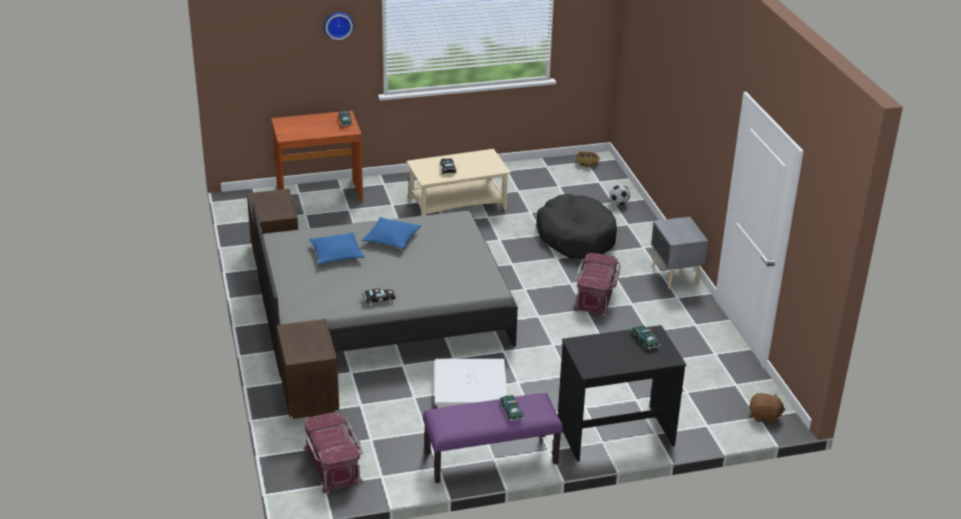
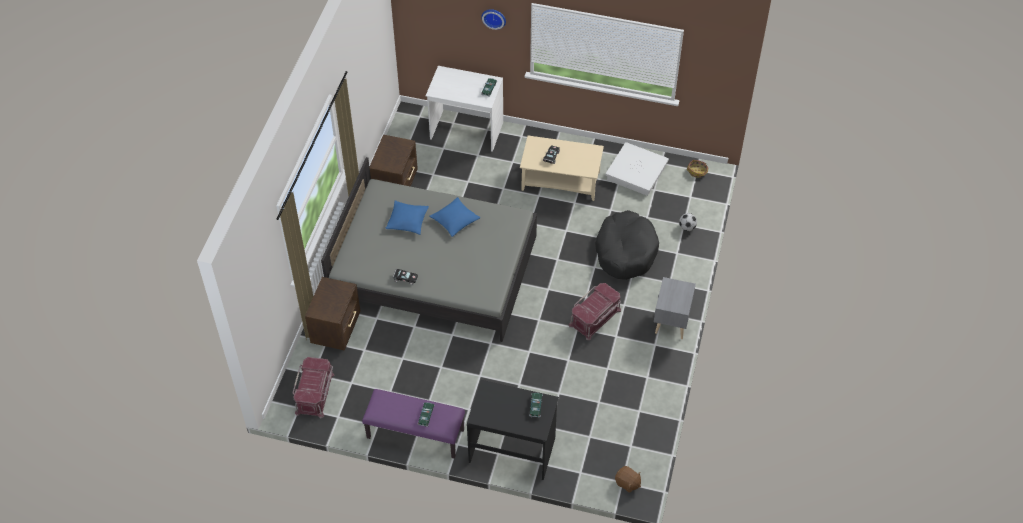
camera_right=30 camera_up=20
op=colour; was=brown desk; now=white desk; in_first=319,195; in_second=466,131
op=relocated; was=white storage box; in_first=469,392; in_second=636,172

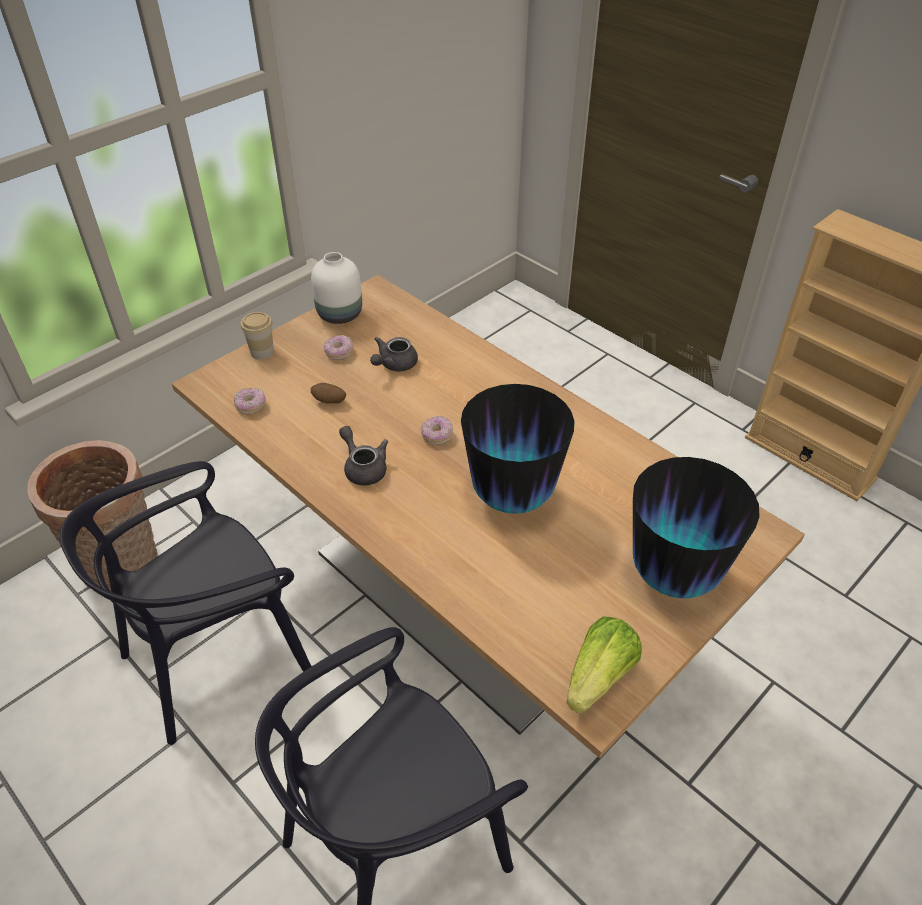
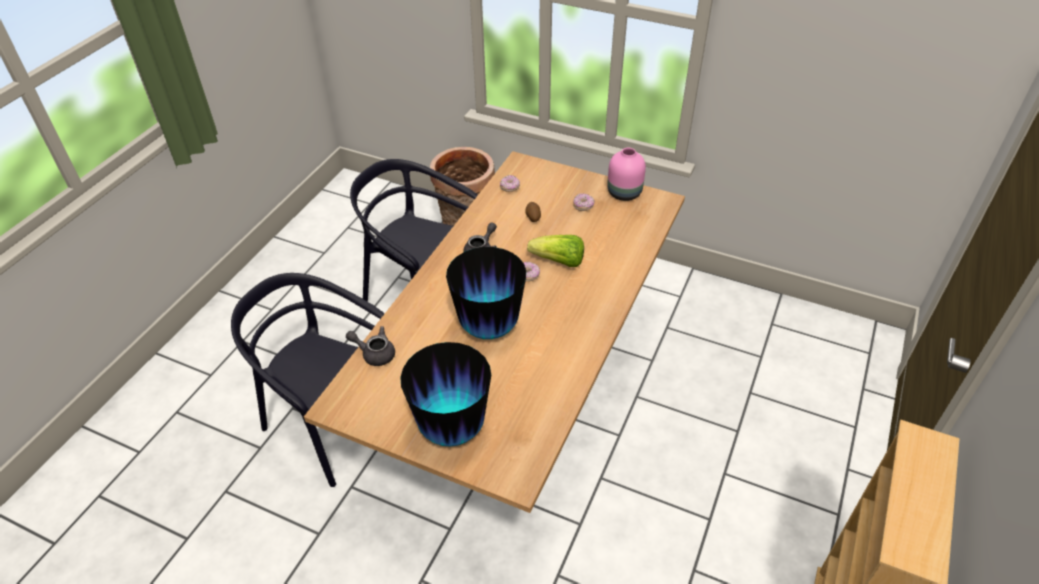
camera_right=70 camera_up=0
op=relocated; was=grey teapot; in_first=394,365; in_second=374,353
op=relocated; was=lettuce; in_first=599,676; in_second=559,261
op=colour; was=white vase; now=pink vase; in_first=339,314; in_second=624,192
op=missing; was=cup; in_first=262,352

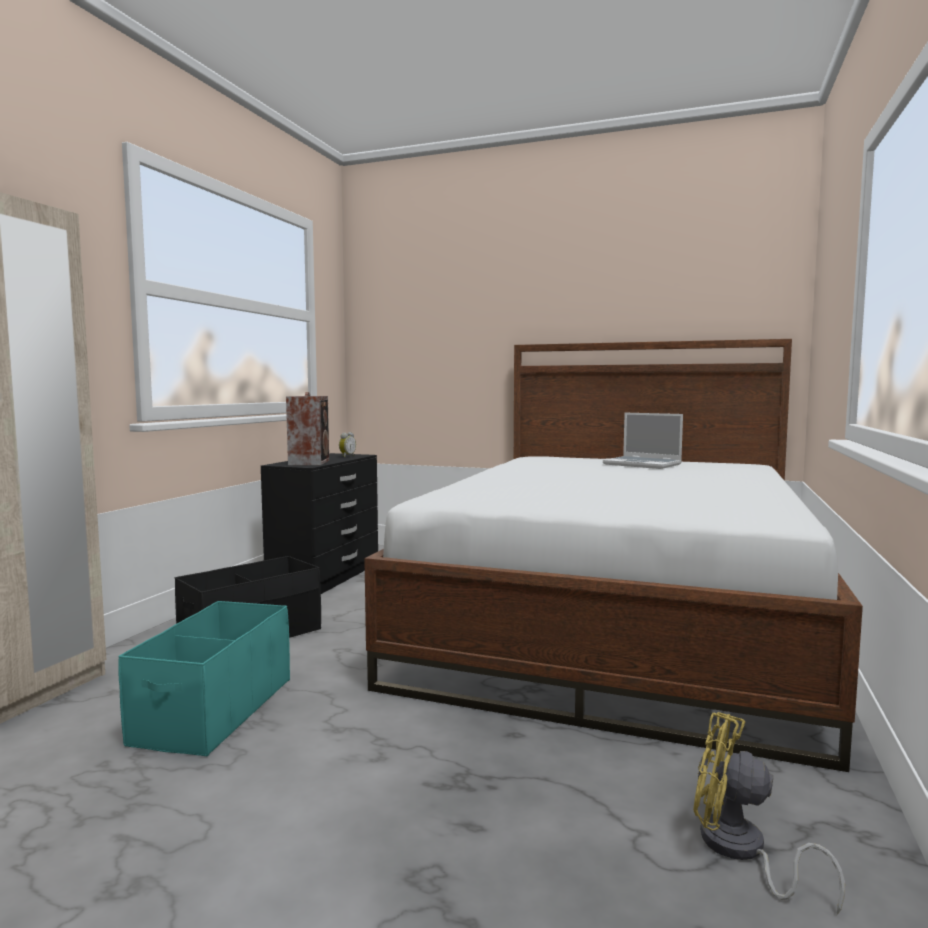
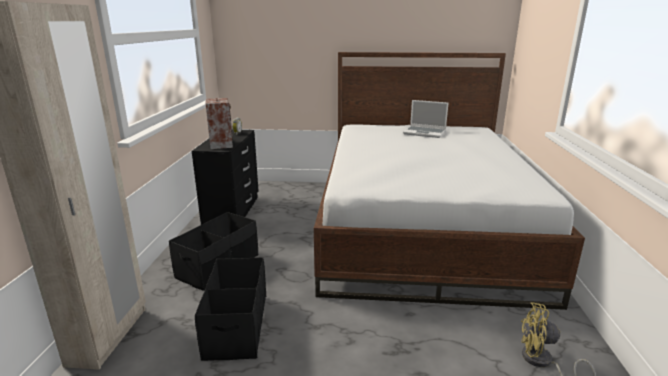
camera_right=-15 camera_up=15
op=colour; was=turquoise storage box; now=black storage box; in_first=214,710; in_second=236,326

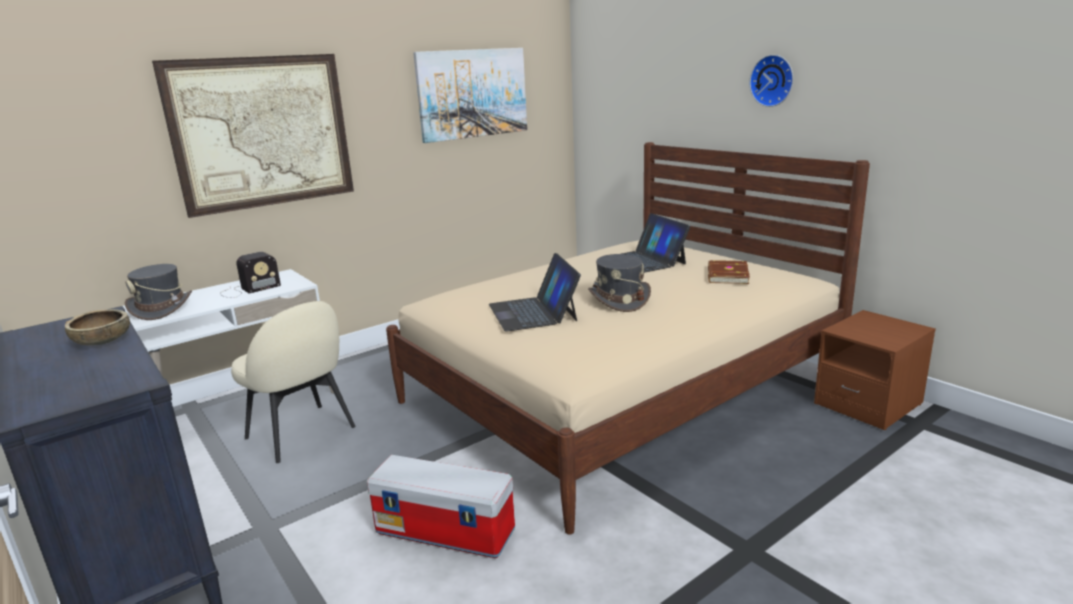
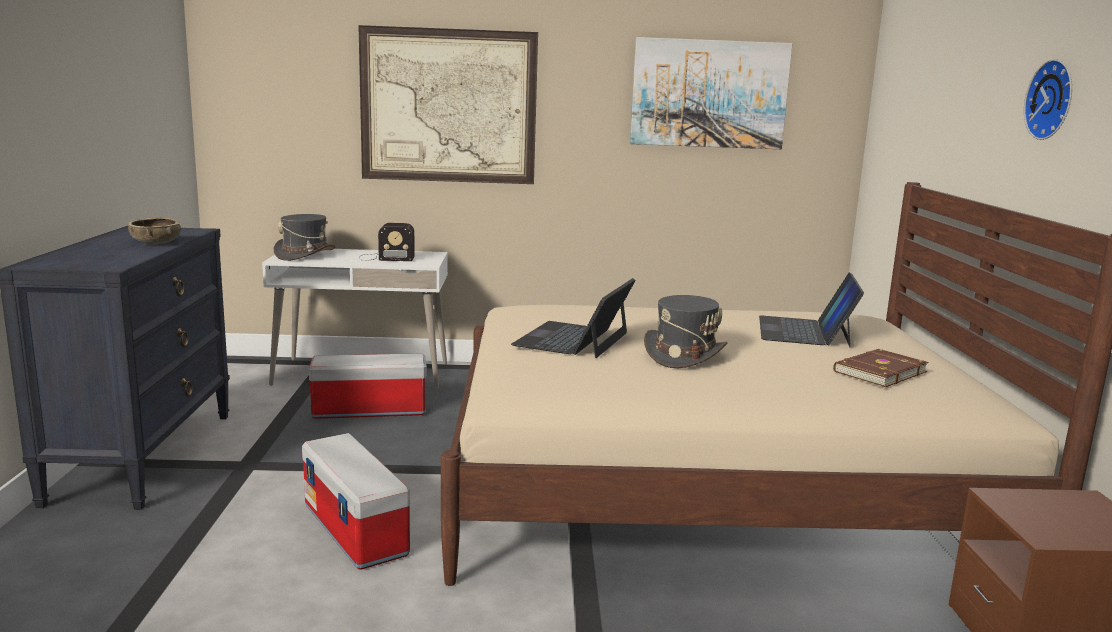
camera_right=35 camera_up=-5
op=exchanged; was=beige chair; now=storage box; in_first=302,434; in_second=368,411

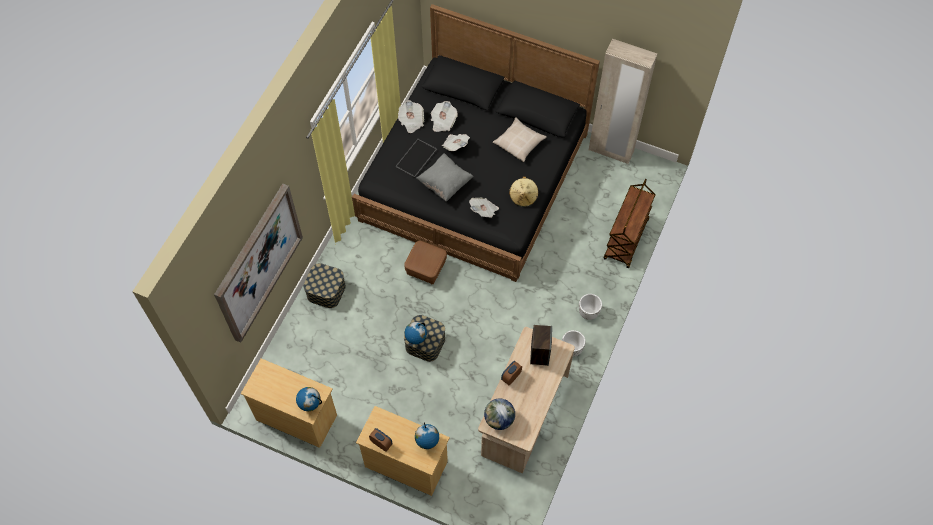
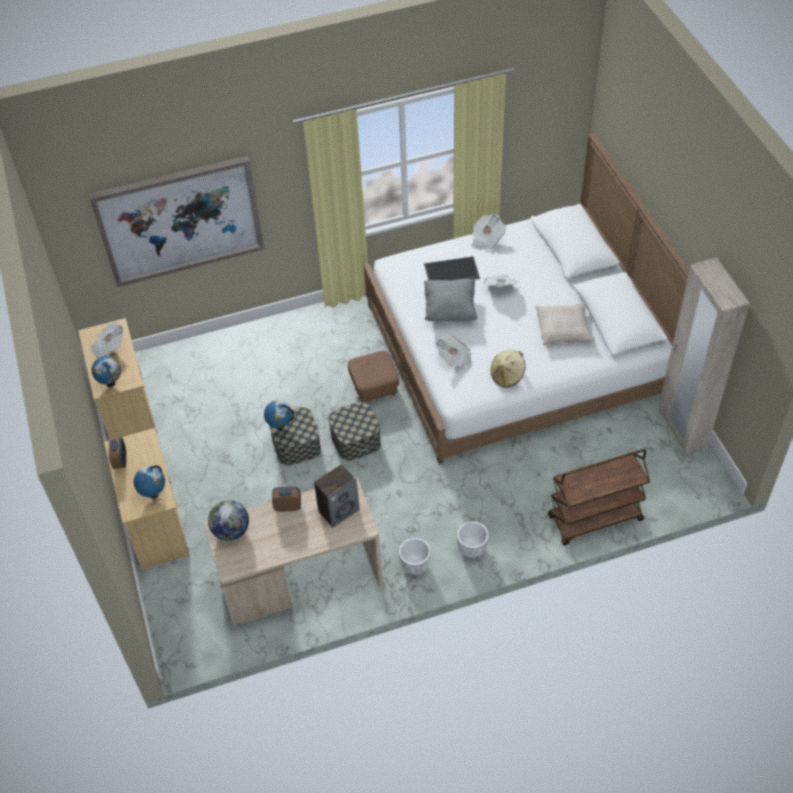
camera_right=50 camera_up=-10
op=relocated; was=newspaper; in_first=443,122; in_second=108,347
op=relocated; was=storage box; in_first=326,291; in_second=355,440
op=colour; was=black bed; now=white bed; in_first=474,176; in_second=515,348

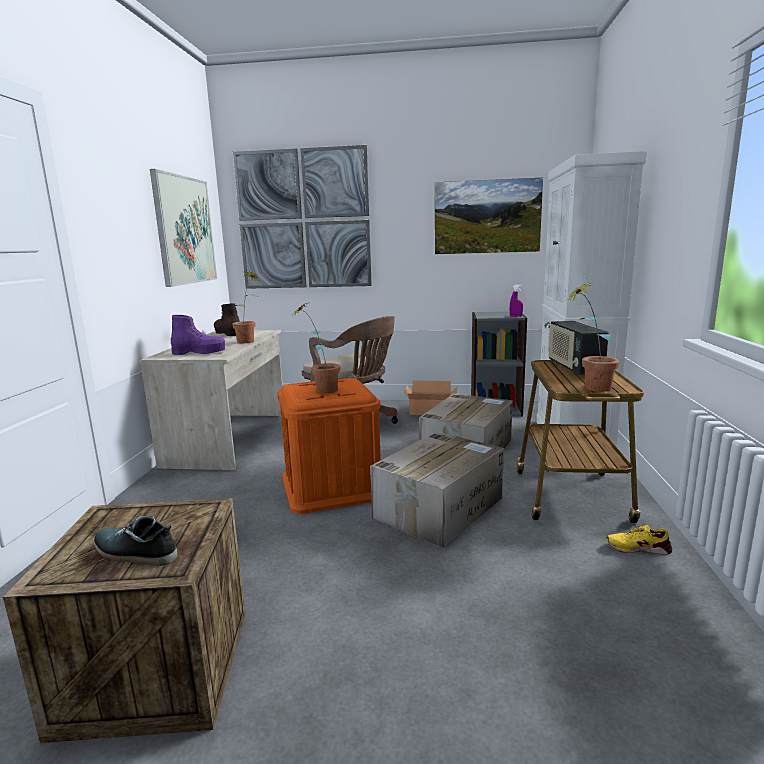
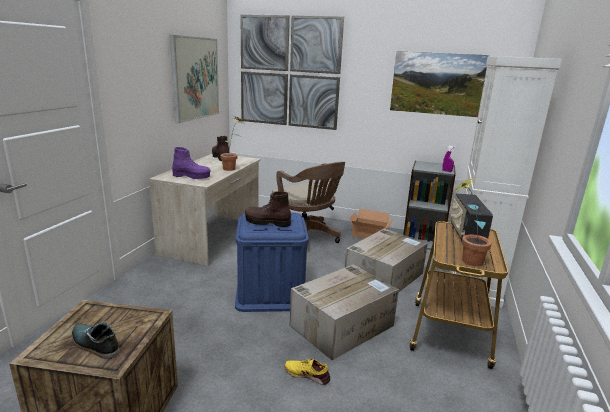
camera_right=10 camera_up=5
op=colour; was=orange storage box; now=blue storage box; in_first=332,486; in_second=270,291
op=exchanged; was=potted plant; now=brown boot; in_first=320,390; in_second=267,222
op=relocated; was=yellow shoe; in_first=638,547; in_second=307,374

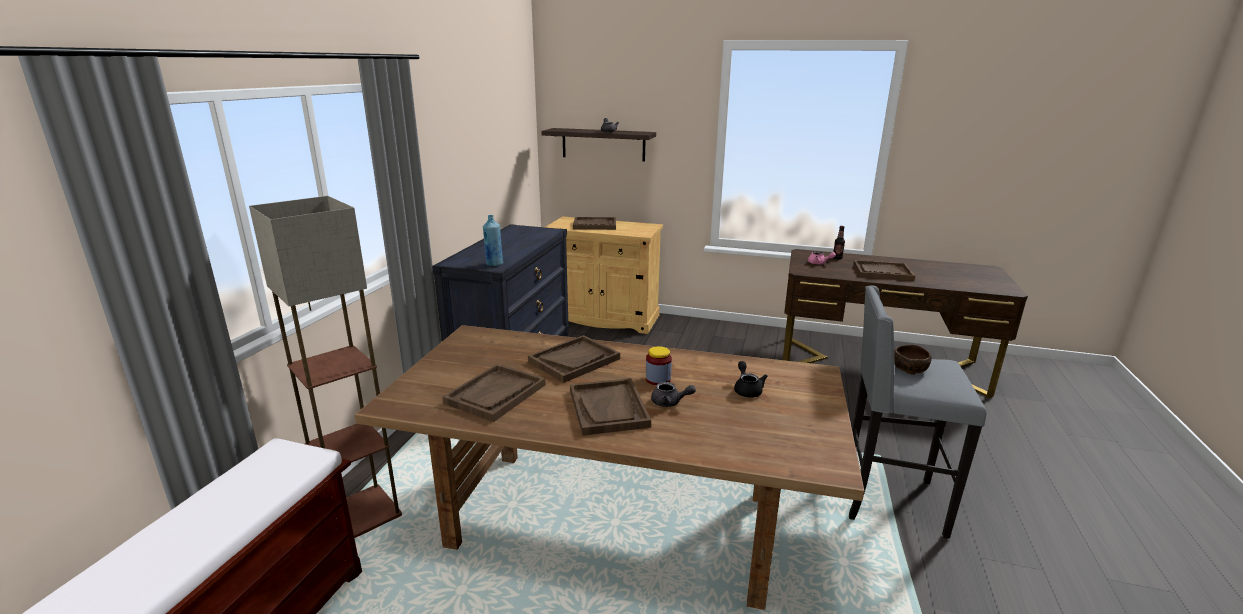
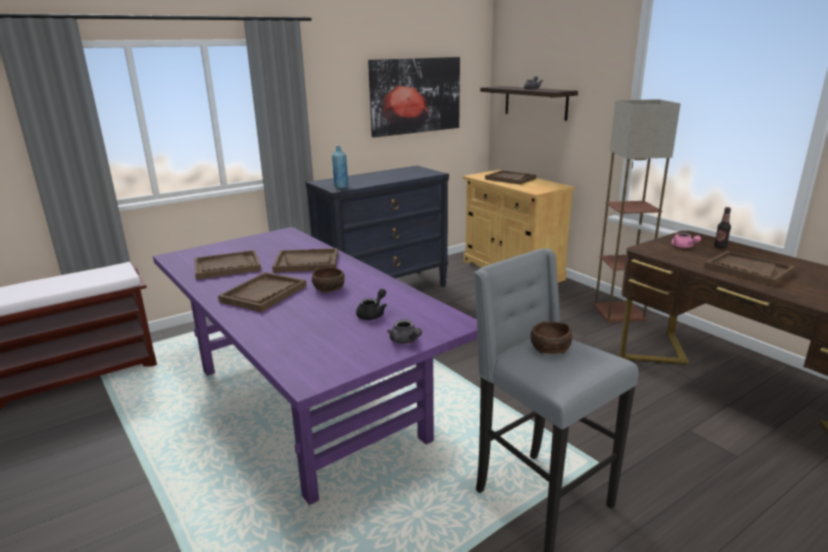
camera_right=40 camera_up=0
op=colour; was=brown dining table; now=purple dining table; in_first=617,522; in_second=308,404
op=exchanged; was=jar; now=brown bowl; in_first=658,379; in_second=329,288
op=appeared; now=picture; in_second=415,96
op=relocated; was=grey teapot; in_first=670,403; in_second=405,341
op=relocated; was=floor lamp; in_first=360,516; in_second=618,313

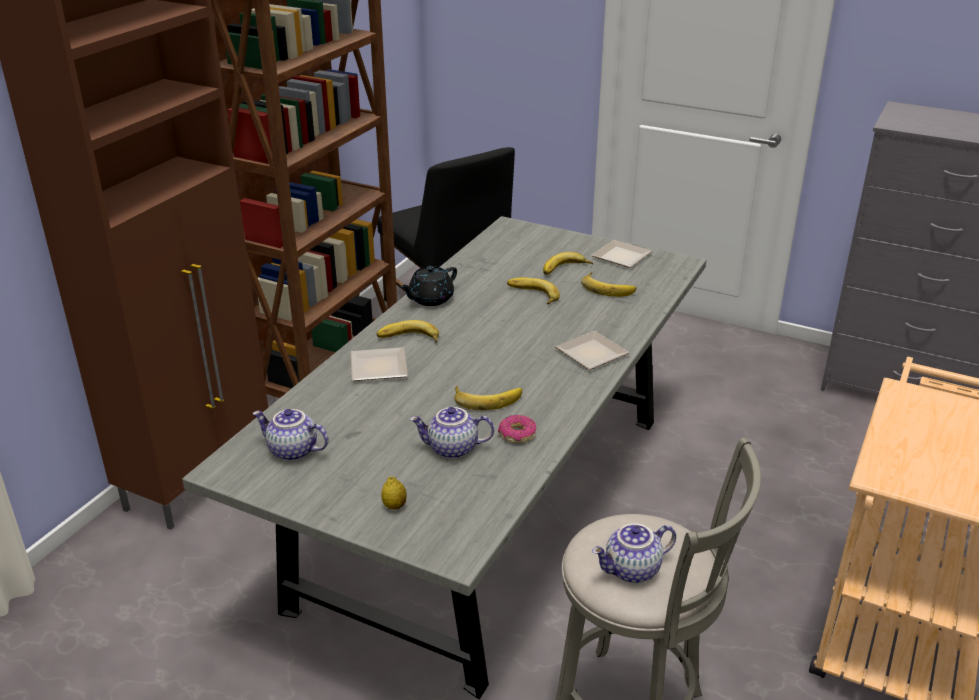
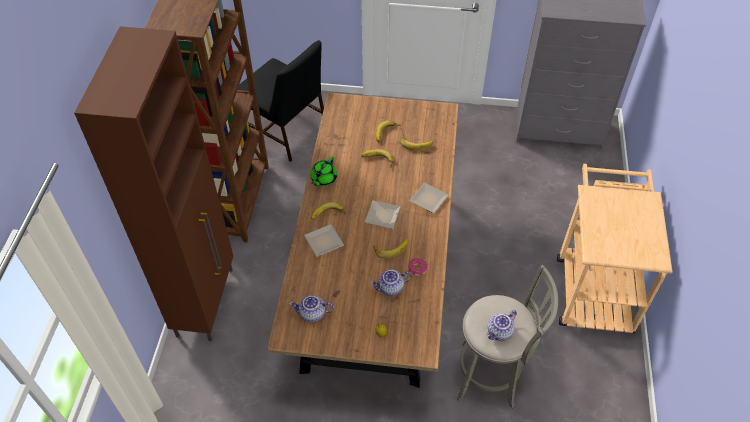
camera_right=-20 camera_up=20
op=colour; was=grey dining table; now=brown dining table; in_first=490,506; in_second=375,273
op=colour; was=black teapot; now=green teapot; in_first=430,299; in_second=323,179
op=relocated; was=plate; in_first=622,258; in_second=383,217

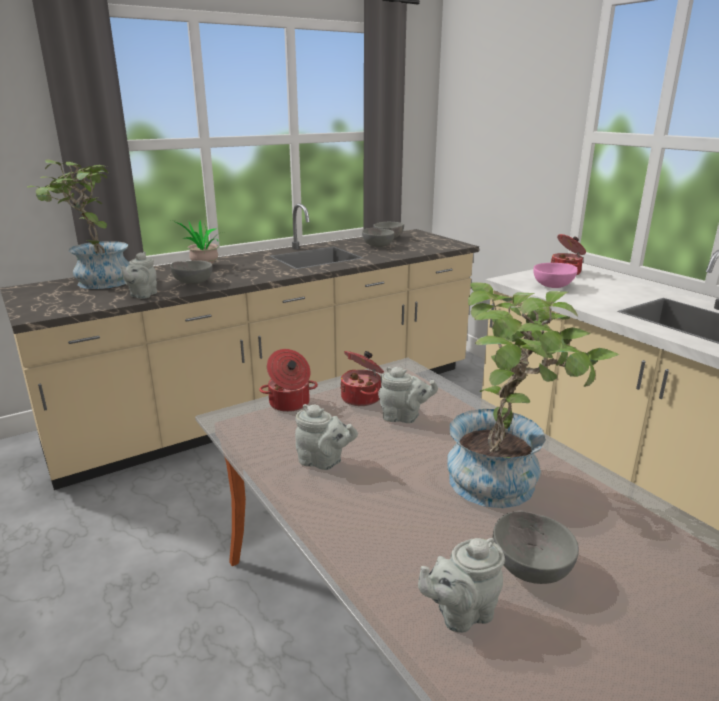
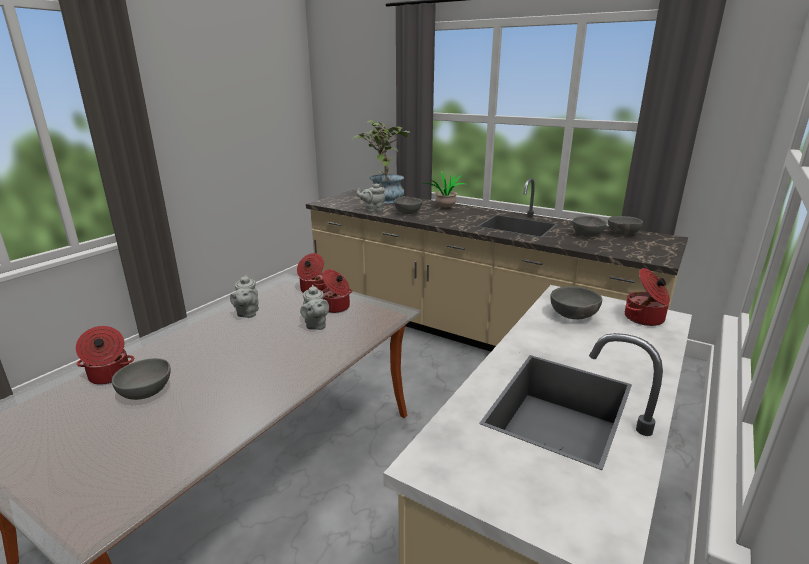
camera_right=65 camera_up=0
op=exchanged; was=grey teapot; now=cooking pot; in_first=461,613; in_second=109,376
op=colour; was=pink bowl; now=grey bowl; in_first=554,287; in_second=573,316
op=missing; was=potted plant; in_first=505,482

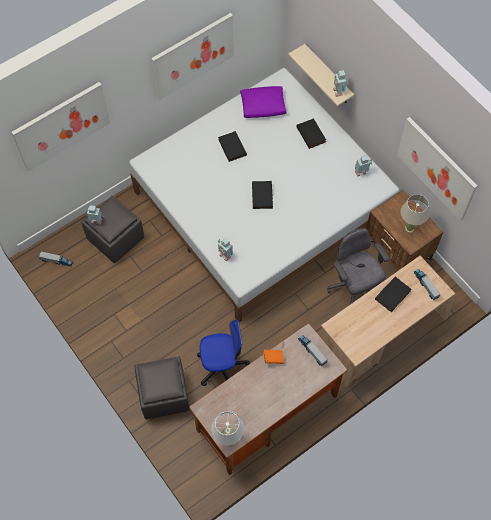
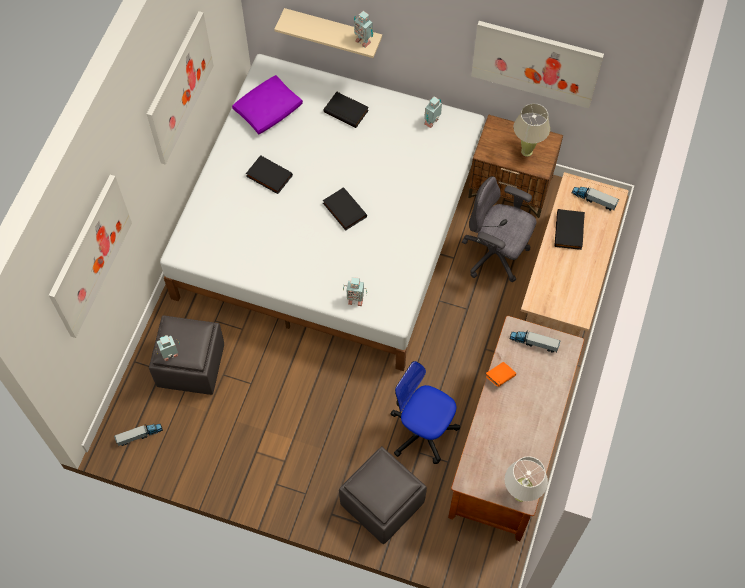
camera_right=-35 camera_up=0
op=spun; was=office chair; in_first=222,367; in_second=422,431; clockwise=-105

